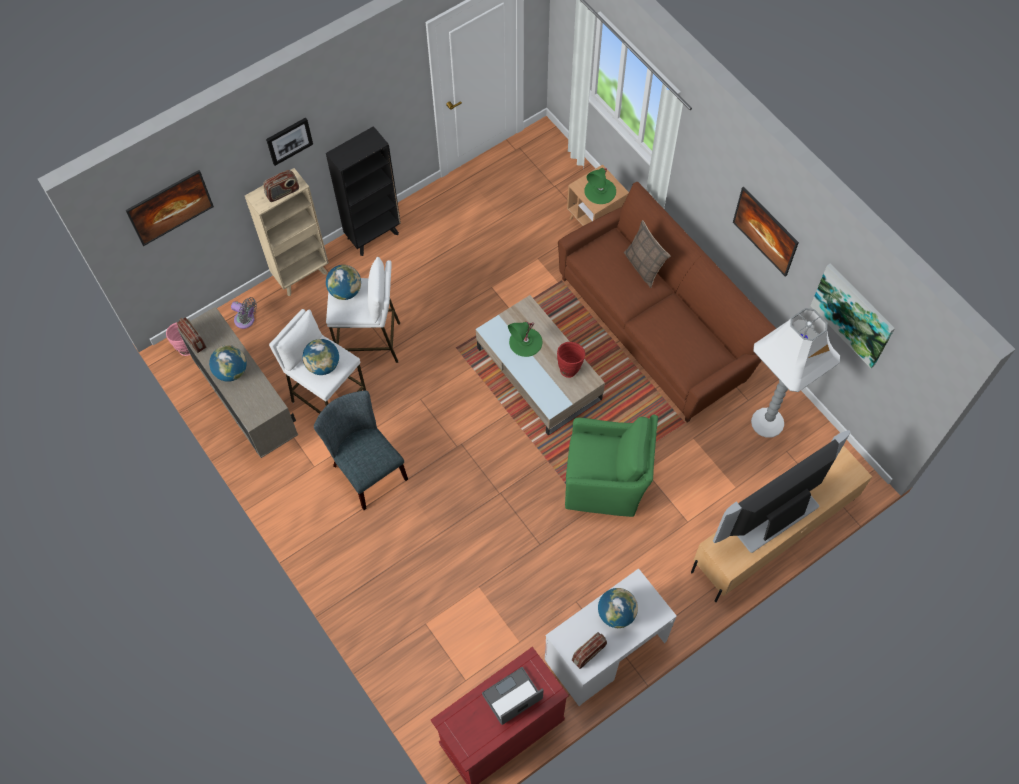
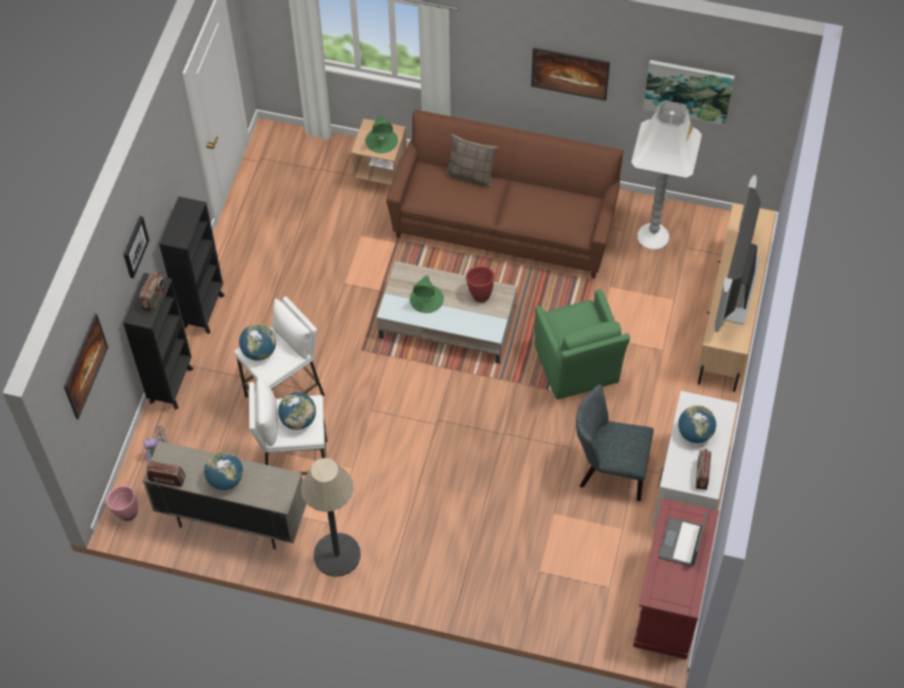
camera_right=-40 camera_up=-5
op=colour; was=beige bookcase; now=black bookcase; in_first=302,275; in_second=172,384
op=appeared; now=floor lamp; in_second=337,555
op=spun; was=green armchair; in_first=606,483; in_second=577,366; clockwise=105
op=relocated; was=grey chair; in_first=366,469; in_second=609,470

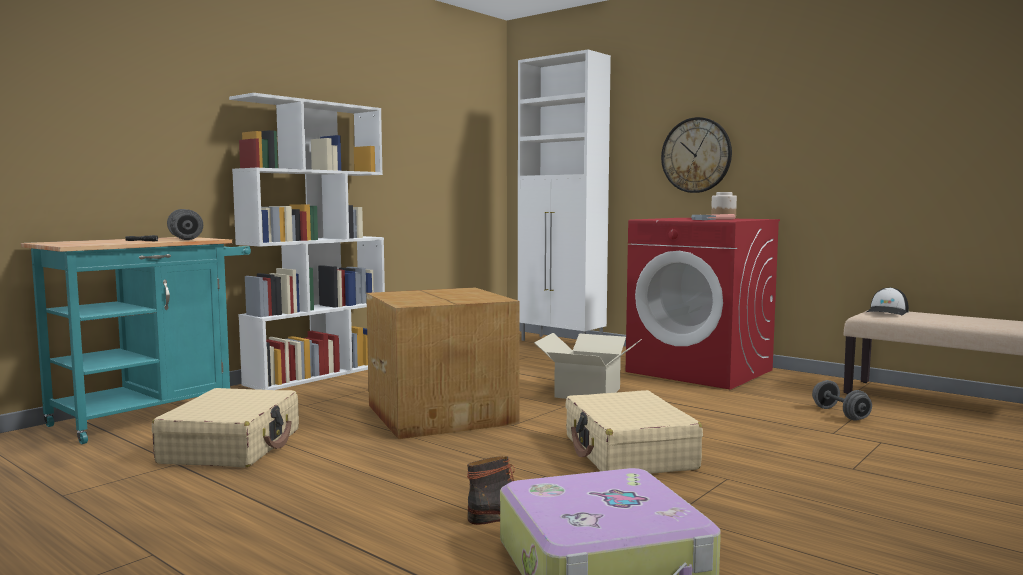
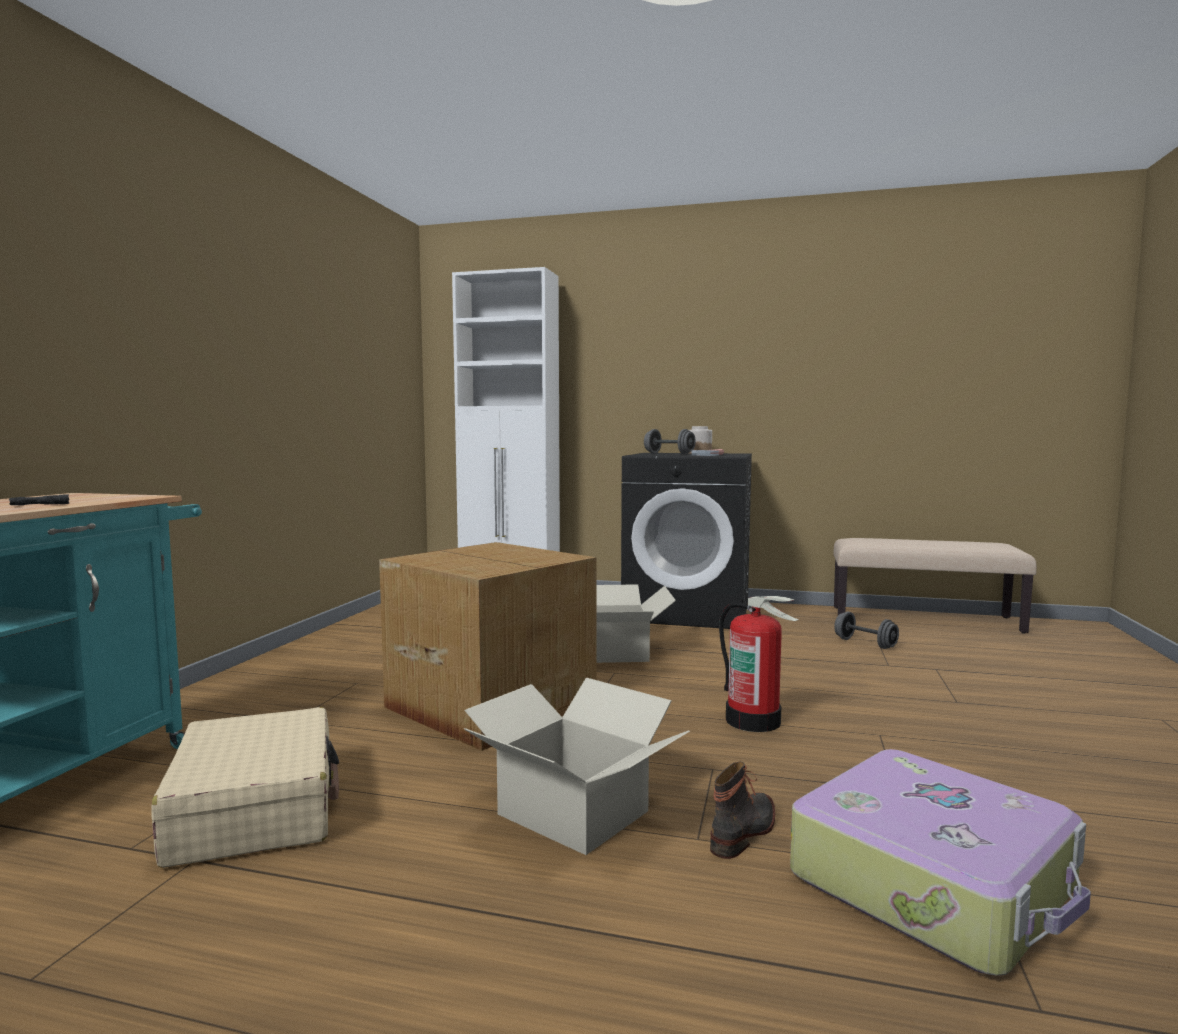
camera_right=-25 camera_up=0
op=appeared; now=cardboard box; in_second=572,813
op=colour; was=red washing machine; now=black washing machine; in_first=700,371; in_second=688,612
op=relocated; was=grey dumbbell; in_first=185,239; in_second=669,454
op=exchanged; was=beige suitcase; now=fire extinguisher; in_first=629,453; in_second=754,721
op=missing; was=white bookcase; in_first=318,374
op=missing; was=wall clock; in_first=696,155
op=missing; was=cap; in_first=887,312

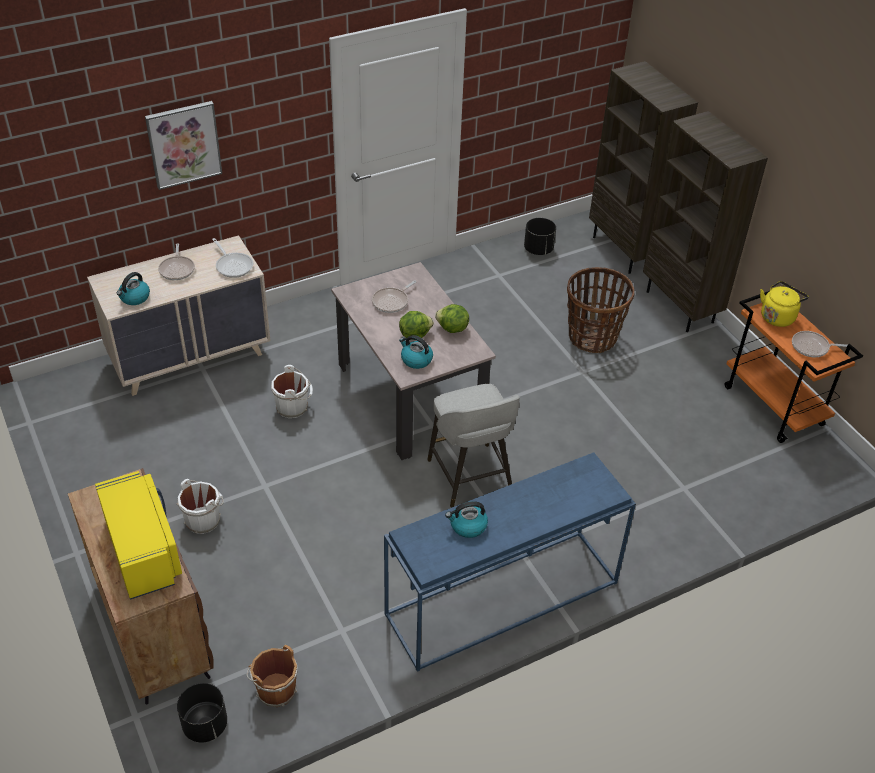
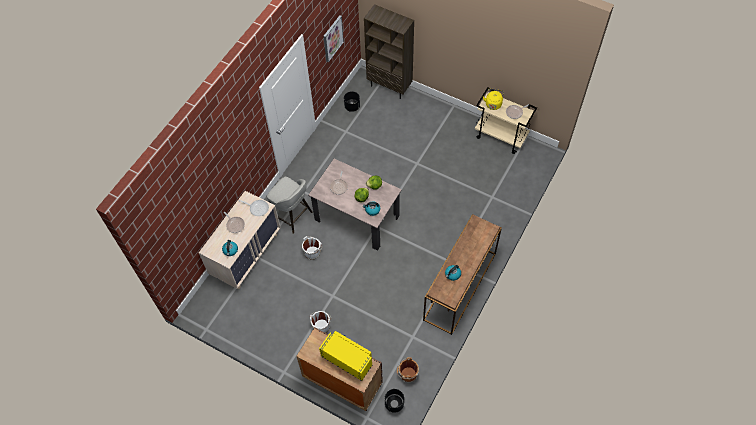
camera_right=-30 camera_up=15
op=relocated; was=grey stool; in_first=470,477; in_second=292,216
op=relocated; was=picture; in_first=184,144; in_second=332,38
op=colour; was=blue console table; now=brown console table; in_first=502,600; in_second=460,287
op=colour; was=orange cart; now=beige cart; in_first=774,406; in_second=501,136
op=missing; was=basket; in_first=592,337
op=missing; was=brown bookcase; in_first=681,307

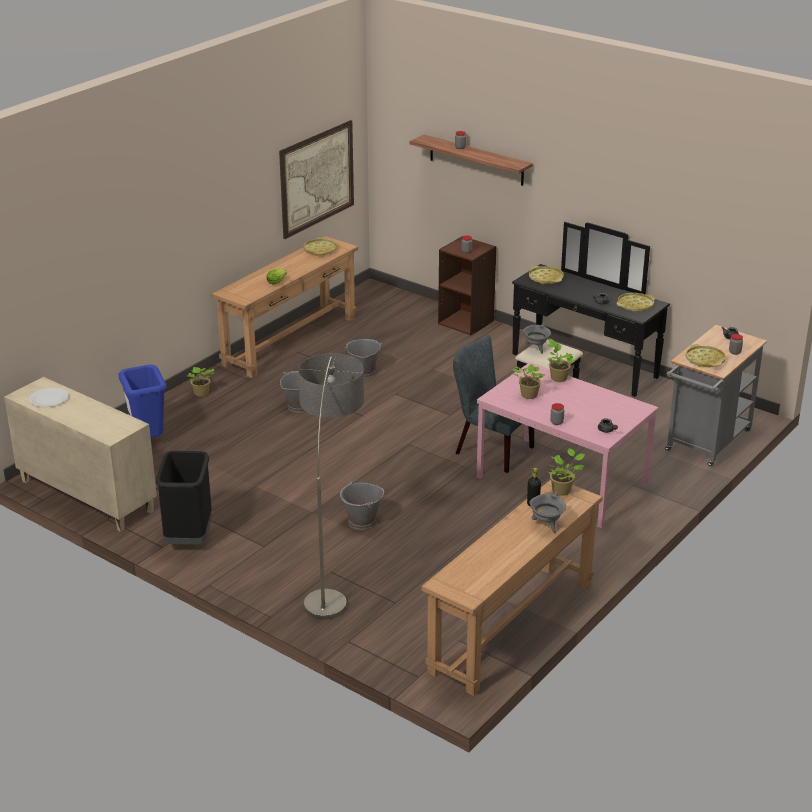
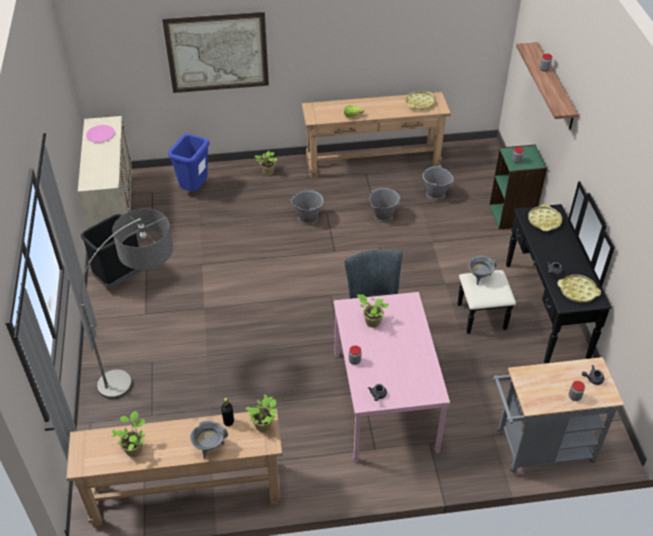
camera_right=45 camera_up=15
op=colour; was=white plate; now=pink plate; in_first=49,398; in_second=100,134
op=relocated; was=potted plant; in_first=558,378; in_second=134,448
op=relocated; was=picture; in_first=317,178; in_second=217,52
op=relocated; was=grey bucket; in_first=362,522; in_second=435,194
op=colour; was=brown bookcase; now=green bookcase; in_first=466,322; in_second=512,215
op=missing; was=yellow tray; in_first=705,360

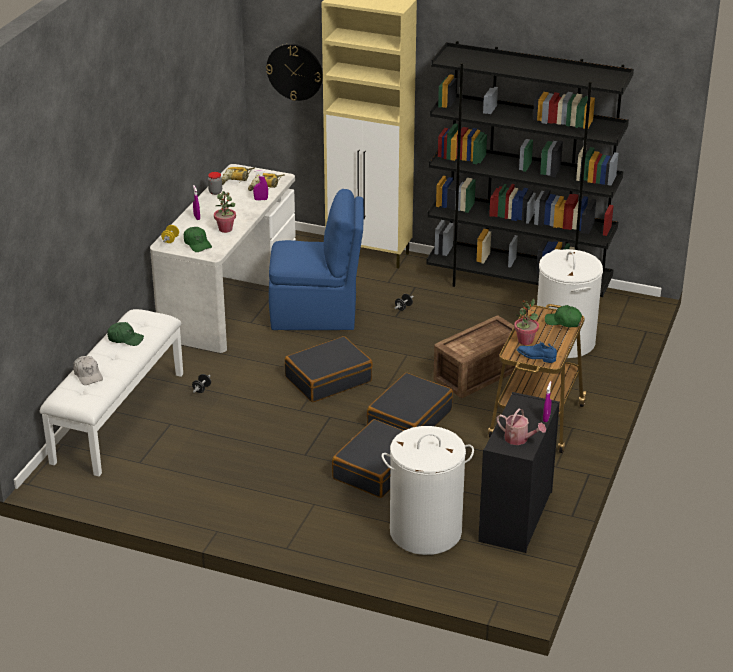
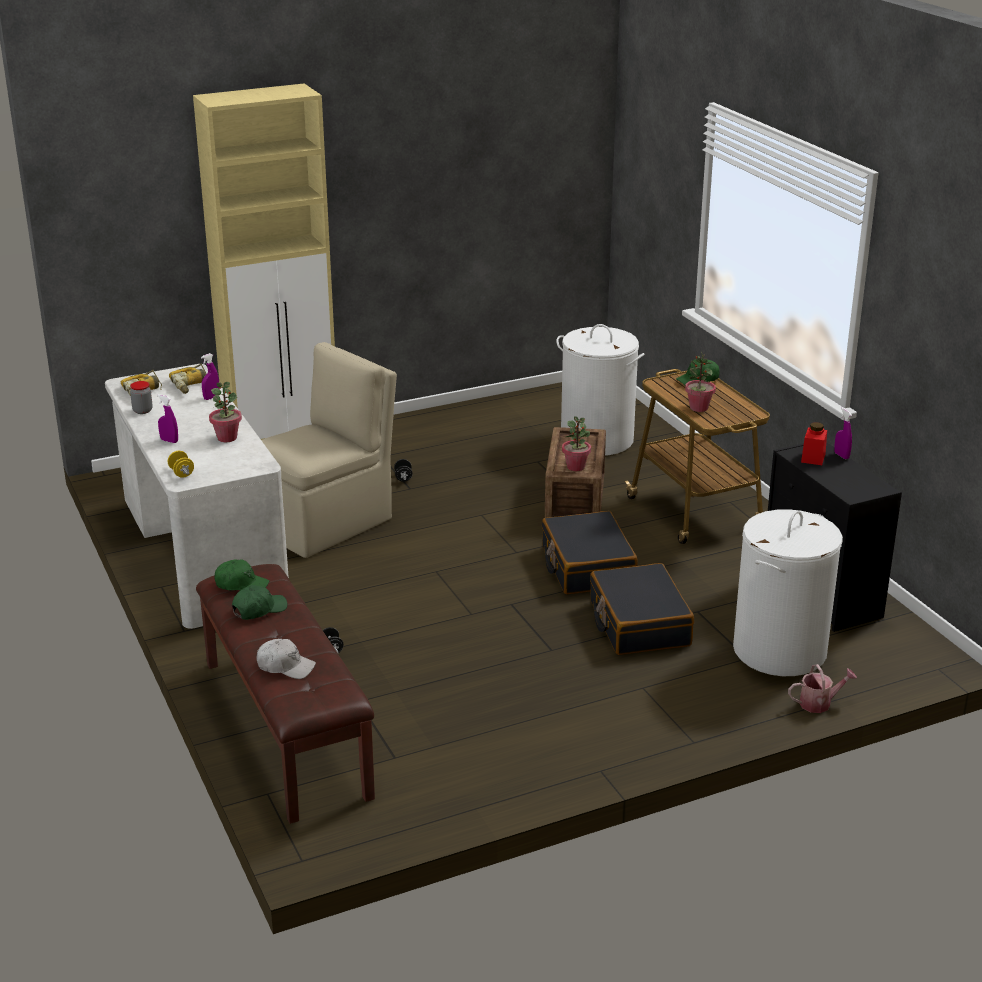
camera_right=-45 camera_up=-5
op=colour; was=white bench; now=brown bench; in_first=118,417; in_second=284,728
op=relocated; was=green cap; in_first=197,244; in_second=241,585
op=colour; was=blue chair; now=beige chair; in_first=316,314; in_second=325,522
op=appeared; now=potted plant; in_second=576,467
op=relocated; was=watering can; in_first=519,439; in_second=819,703
op=appeared; now=red jar; in_second=813,458
op=missing; was=wall clock; in_first=295,71
op=missing; was=black suitcase; in_first=328,379
op=missing; was=black bookcase; in_first=518,285
op=missing; was=blue shoe; in_first=536,357

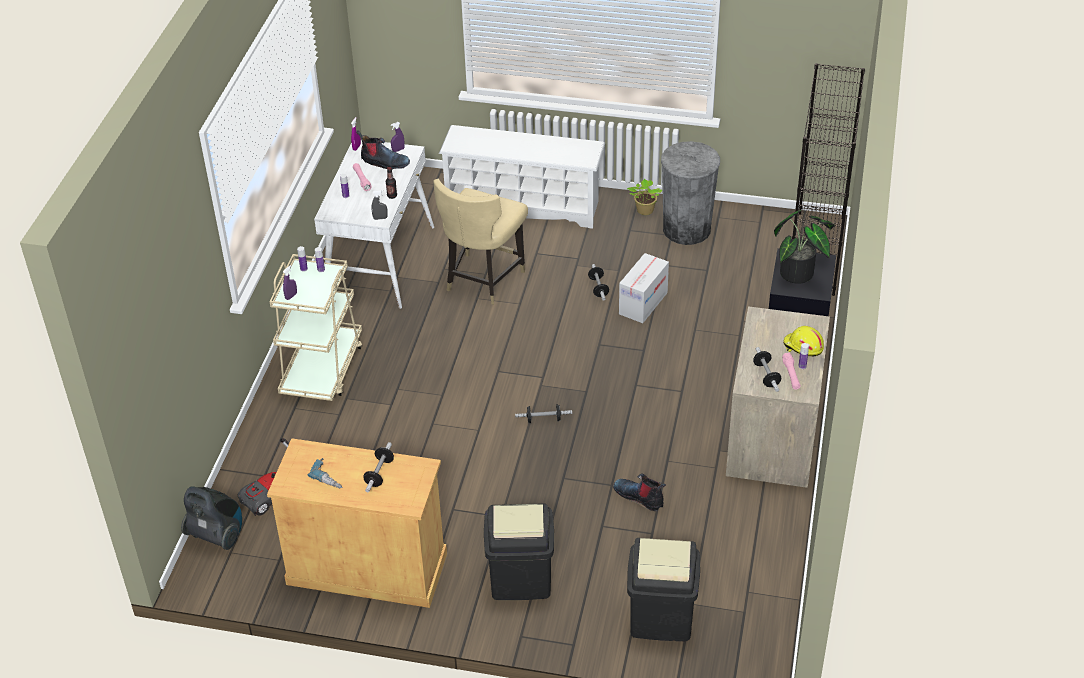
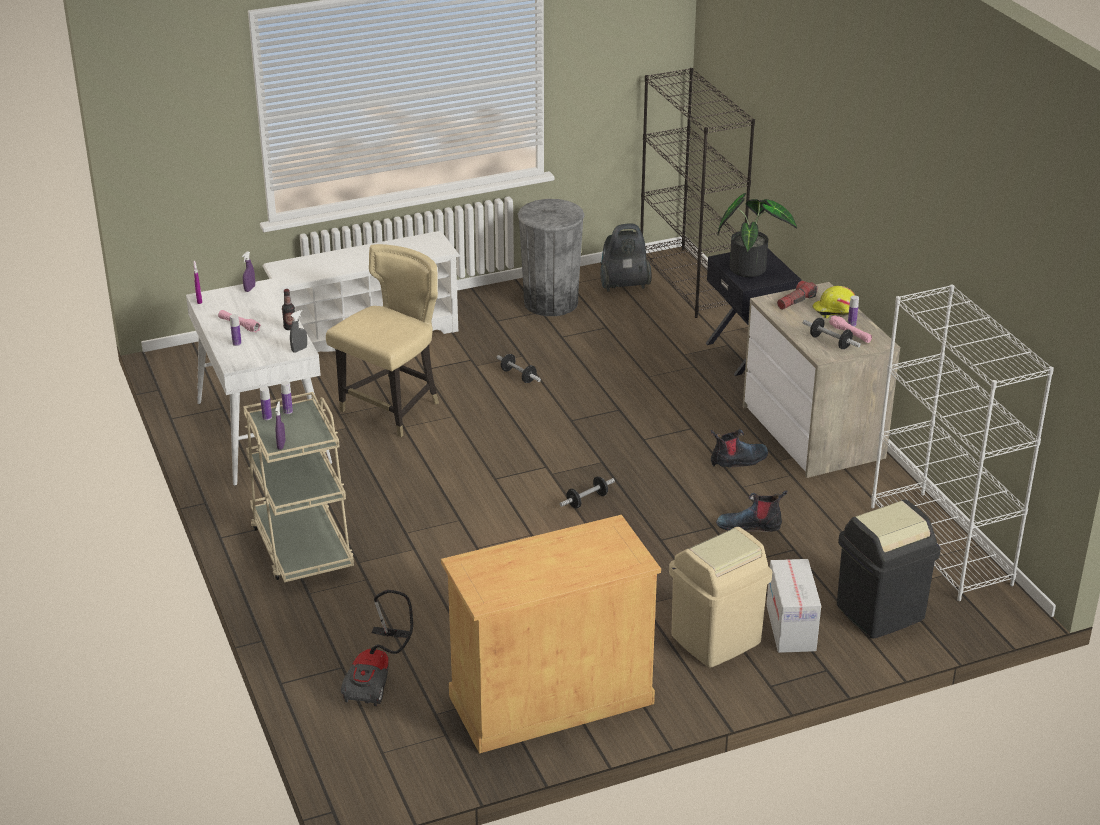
camera_right=-35 camera_up=-10
op=spun; was=beige chair; in_first=483,279; in_second=392,409; clockwise=-135
op=relocated; was=vacuum cleaner; in_first=217,535; in_second=623,285
op=colour; was=black trash can; now=beige trash can; in_first=520,579; in_second=716,640
op=relocated; was=boot; in_first=384,162; in_second=738,460
op=relocated; was=cardboard box; in_first=643,303; in_second=791,628
op=appeared; now=flashlight; in_second=796,301
op=appeared; now=white bookcase; in_second=941,545
op=missing; was=power drill; in_first=330,477
op=missing; was=dumbbell; in_first=379,473
op=missing; was=potted plant; in_first=644,211

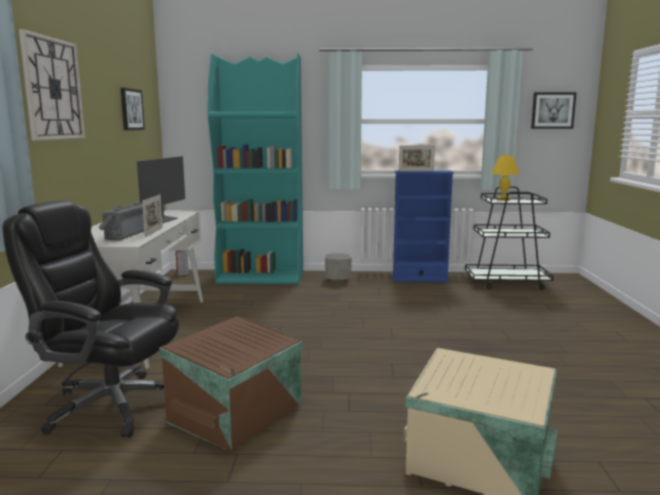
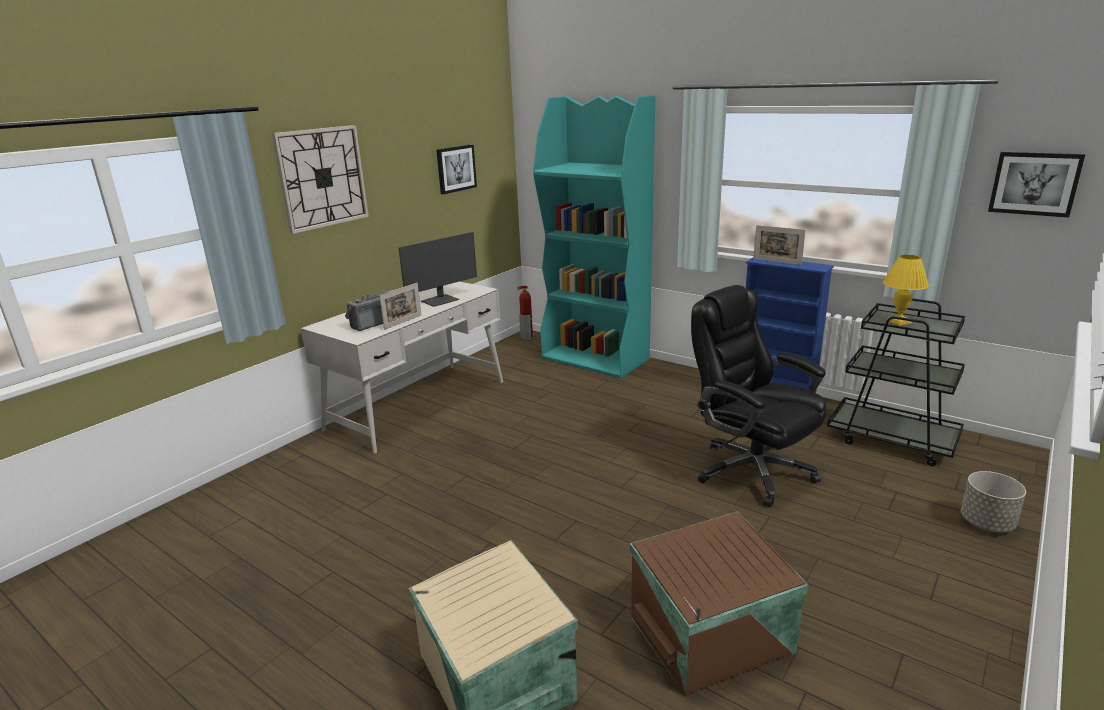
camera_right=35 camera_up=10
op=relocated; was=brown storage box; in_first=238,413; in_second=713,636
op=relocated; was=black office chair; in_first=110,405; in_second=751,470
op=relocated; was=grey planter; in_first=338,280; in_second=987,523

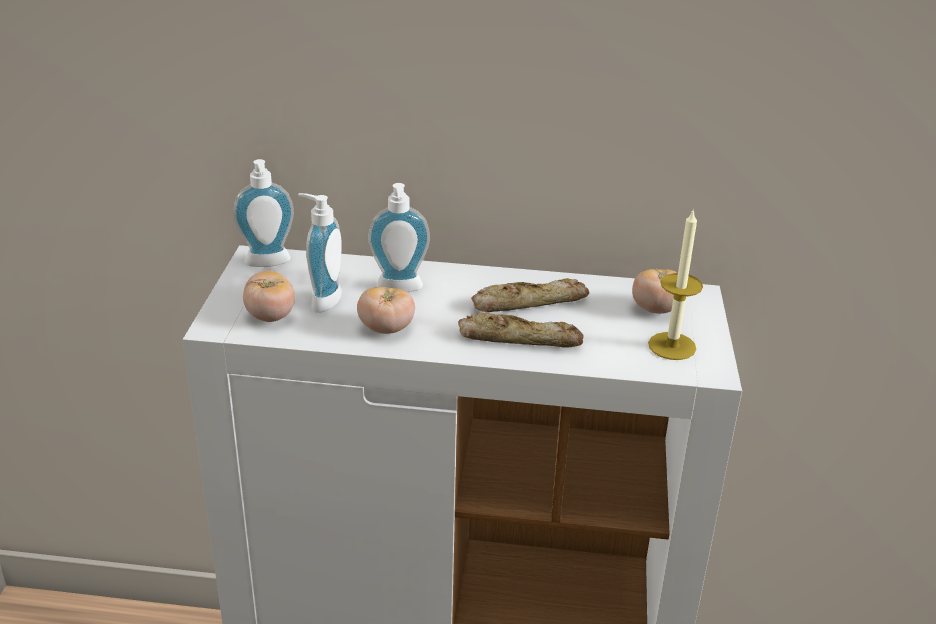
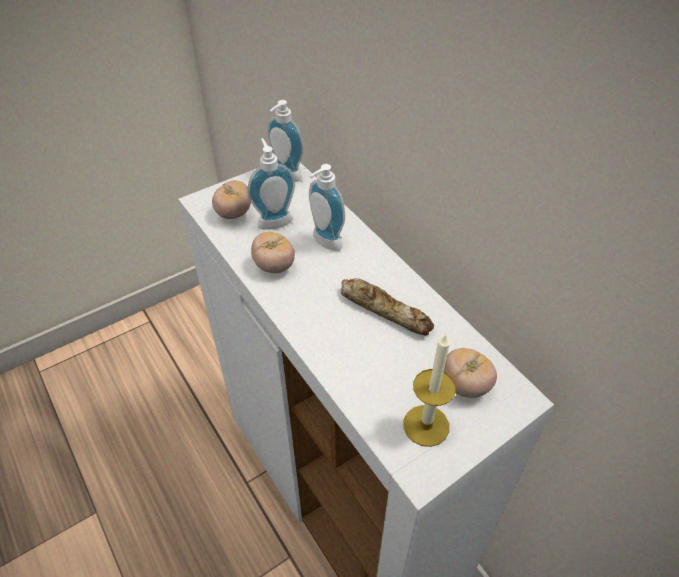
camera_right=50 camera_up=15
op=missing; was=bread; in_first=519,338

